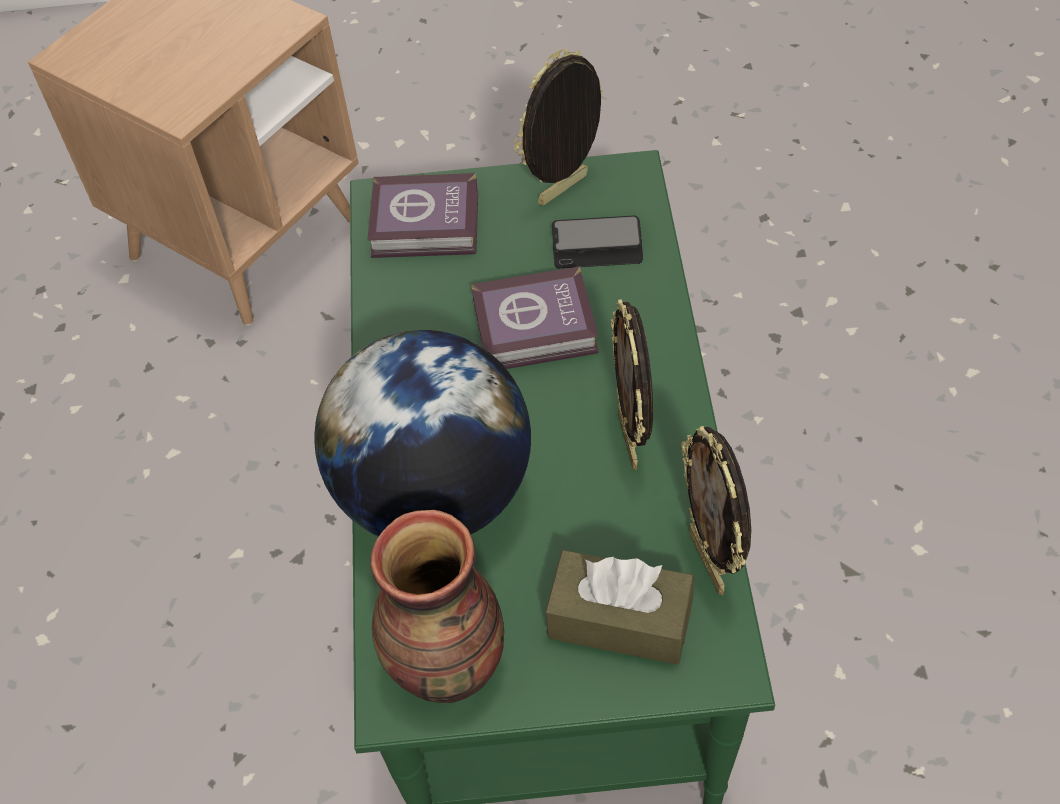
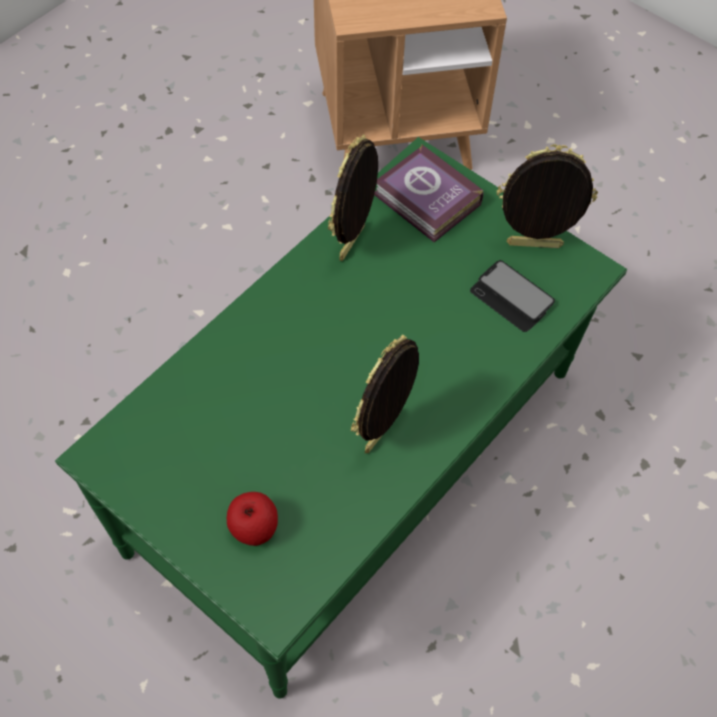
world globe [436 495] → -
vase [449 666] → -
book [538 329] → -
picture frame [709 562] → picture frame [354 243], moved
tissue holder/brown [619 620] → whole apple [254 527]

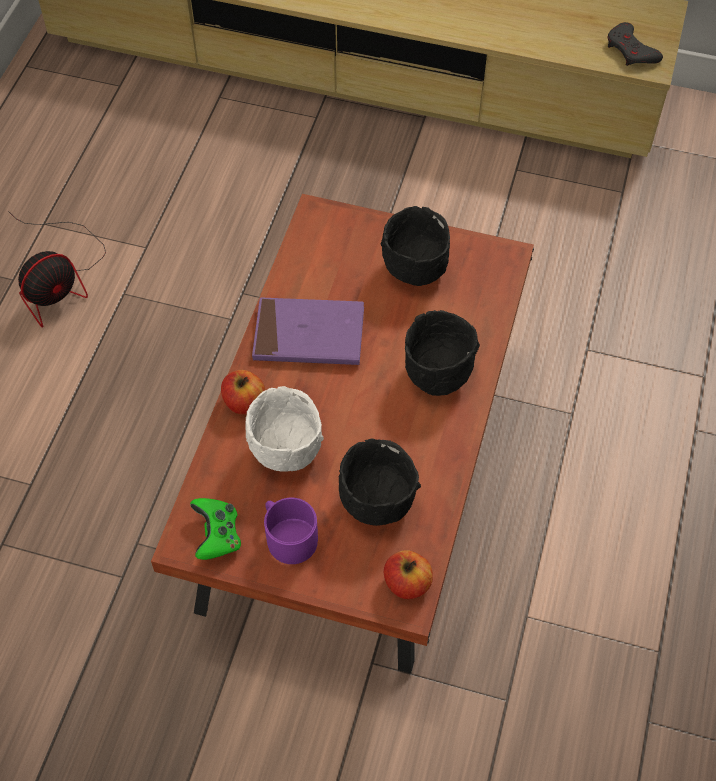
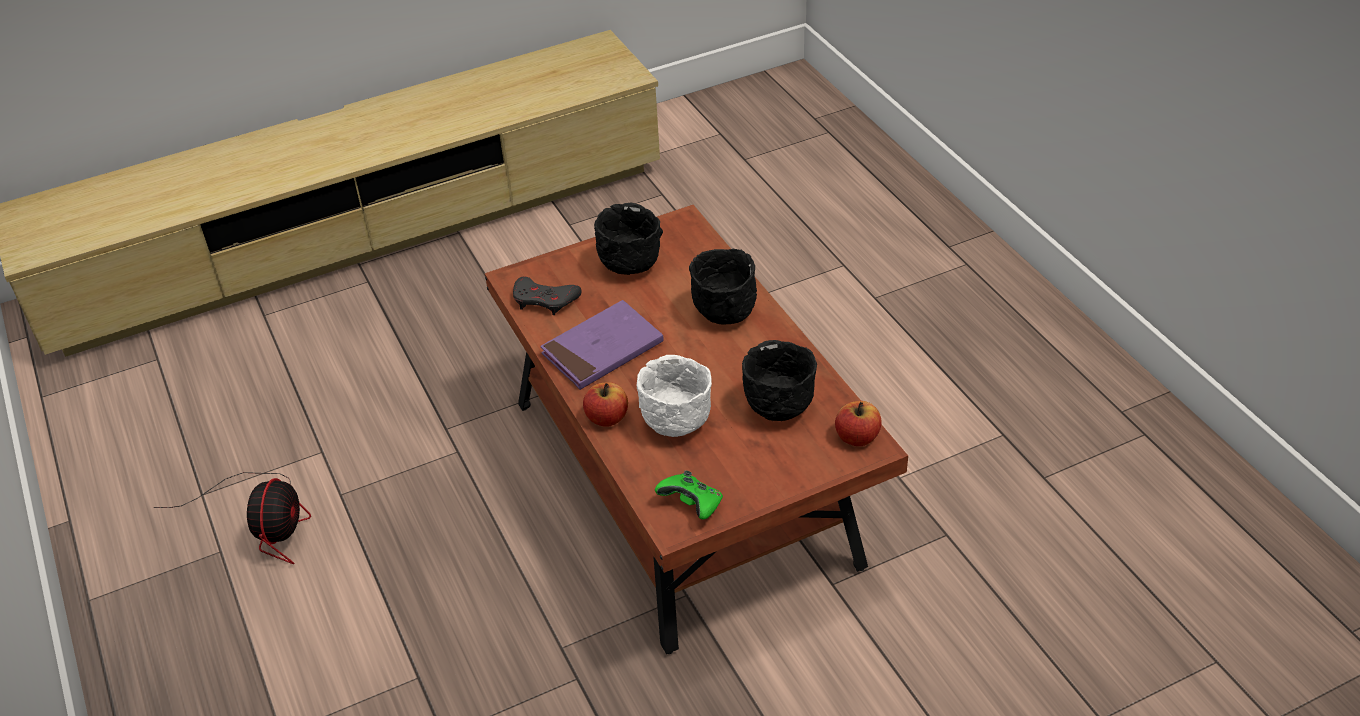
mug/purple [288 536] → -
gamepad/greyish [631 50] → gamepad/greyish [545 300], moved

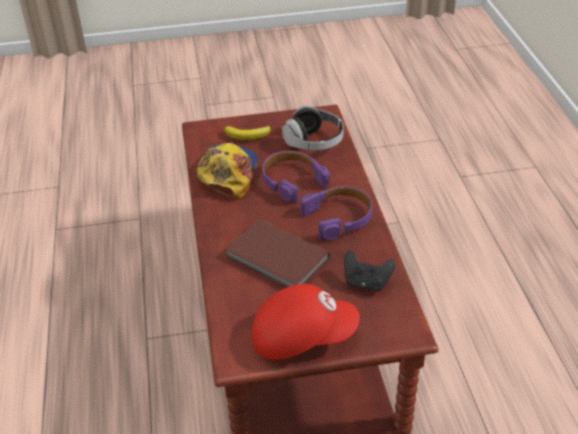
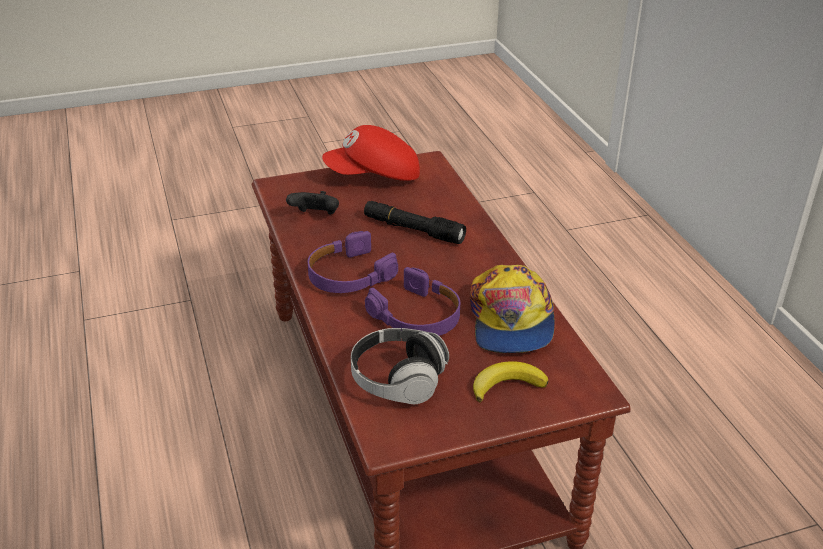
book/brown [277 259] → torch/black [413 230]

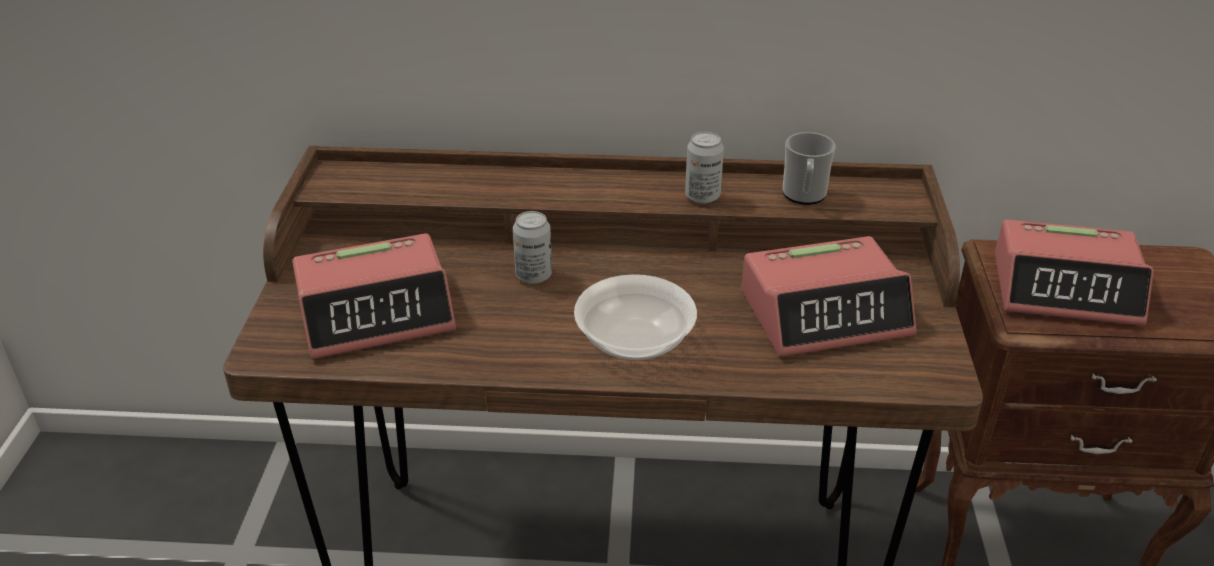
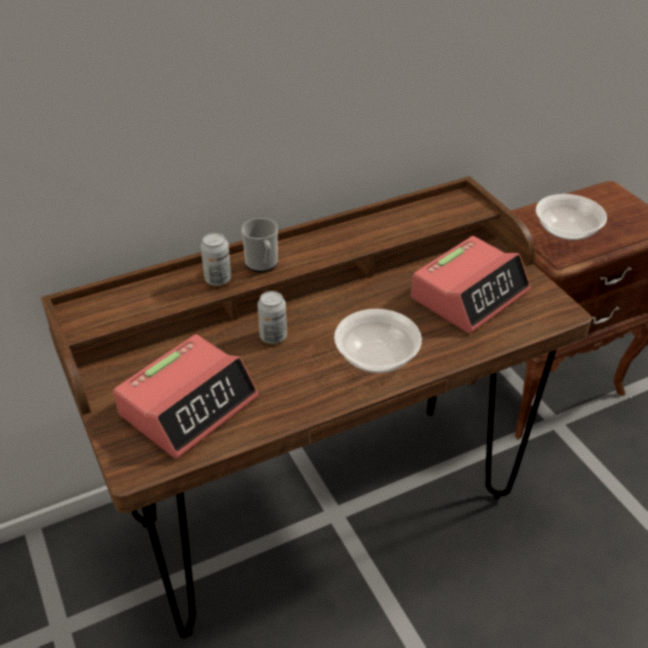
metal can [702 196] → metal can [218 279], moved
mug [804 196] → mug [263 265], moved
bedside clock [1066 289] → deep dish [567 230]

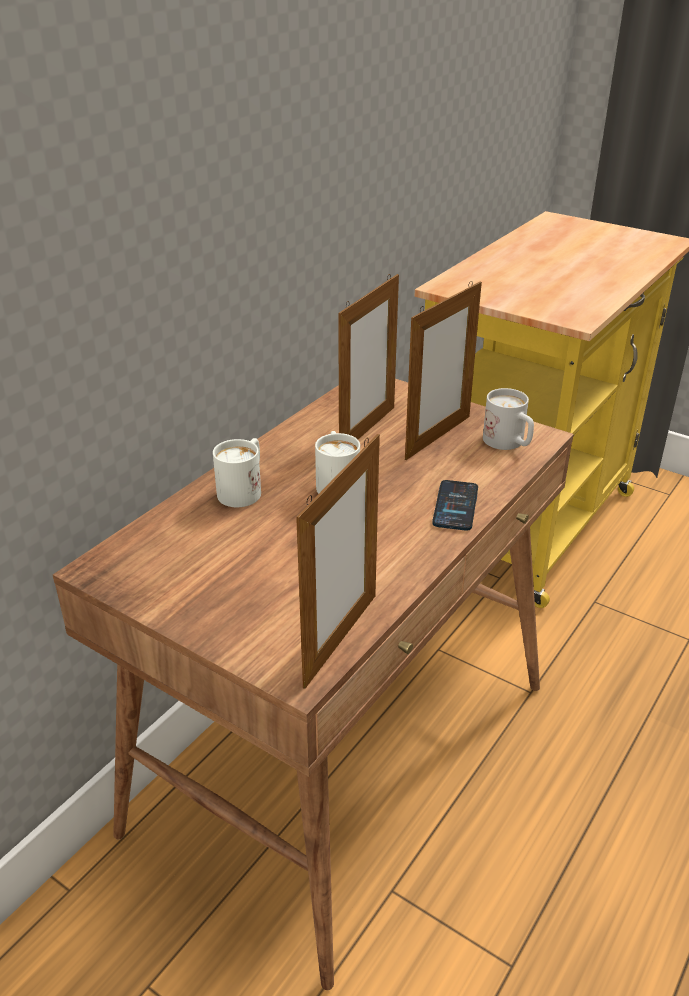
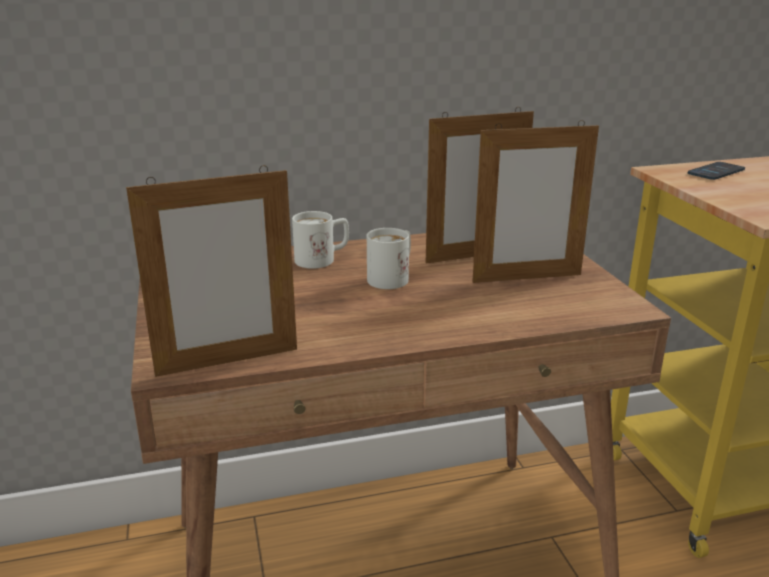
mug/white-coloured [509 444] → -
telephone [455 506] → telephone [716 172], moved

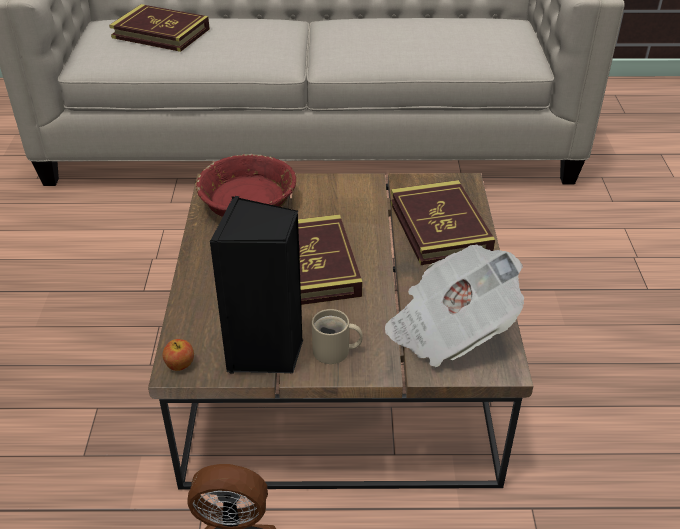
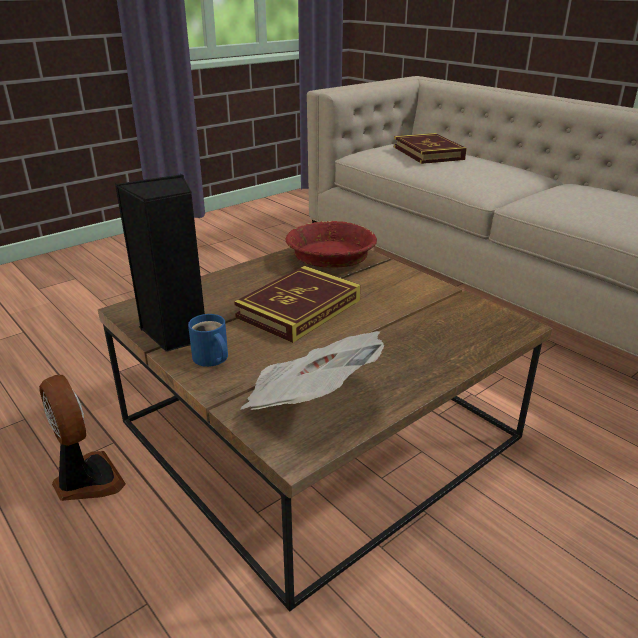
whole apple [180 364] → -
book [439 227] → -
mug/beige [334 352] → mug/bluish [211 359]

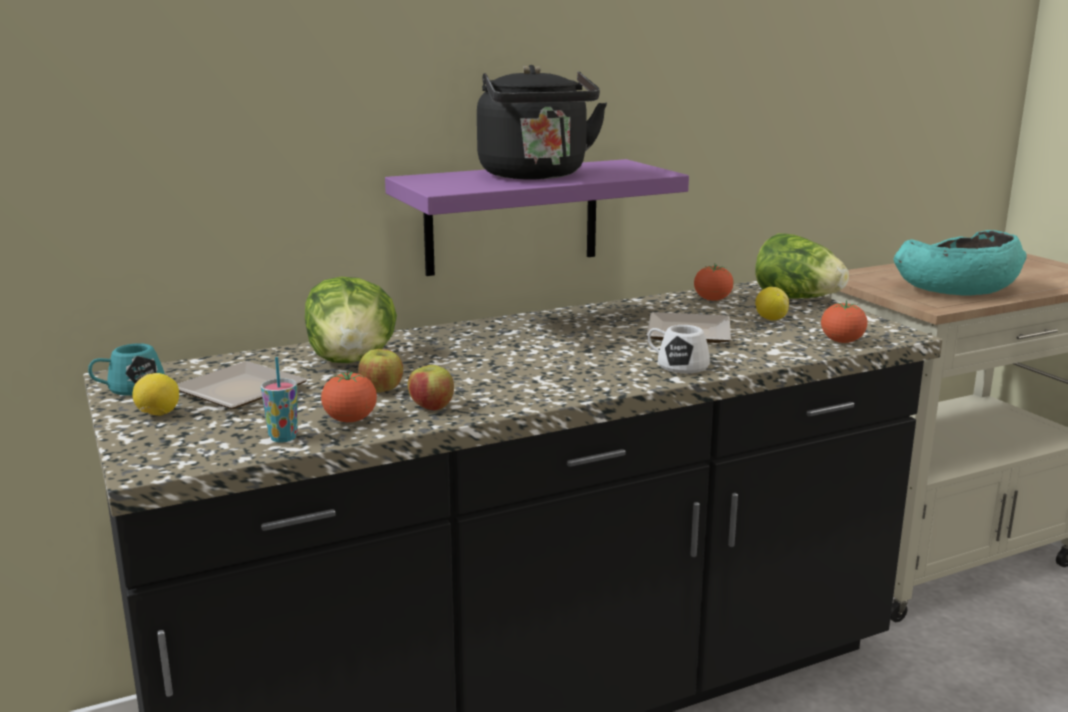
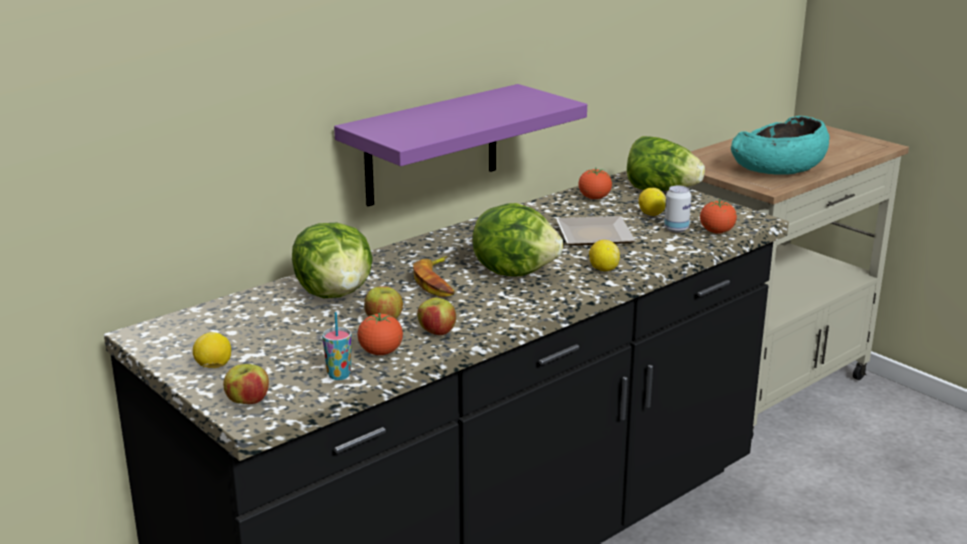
mug/blue-green [129 389] → -
plate [241 390] → -
kettle/black [535 176] → -
- → whole apple [248 402]
- → banana fruit [438 282]
- → head of lettuce [515 271]
- → metal can [676 229]
mug/white-coloured [676 365] → lemon [603 269]

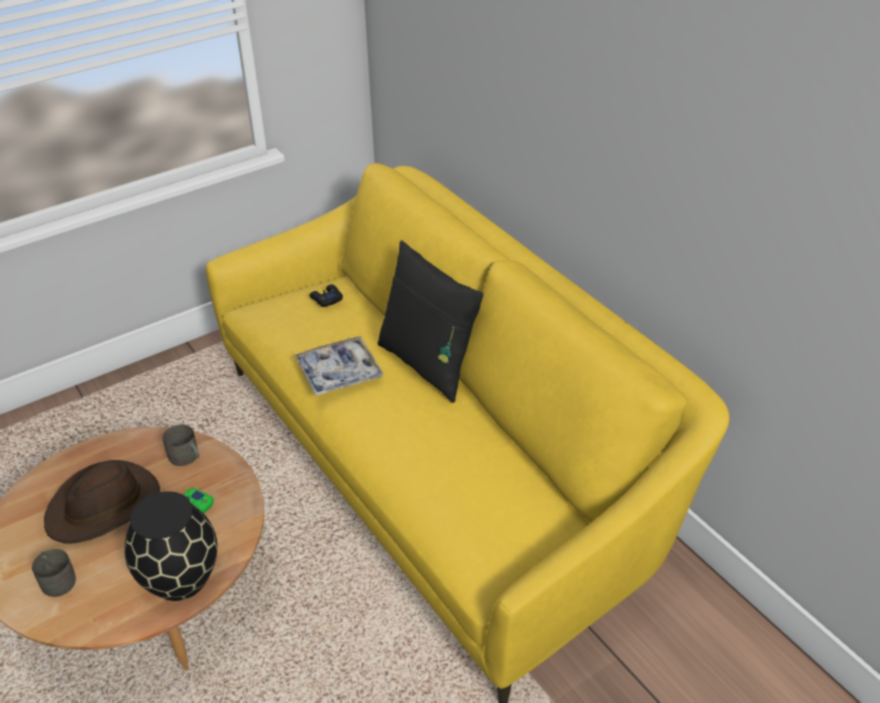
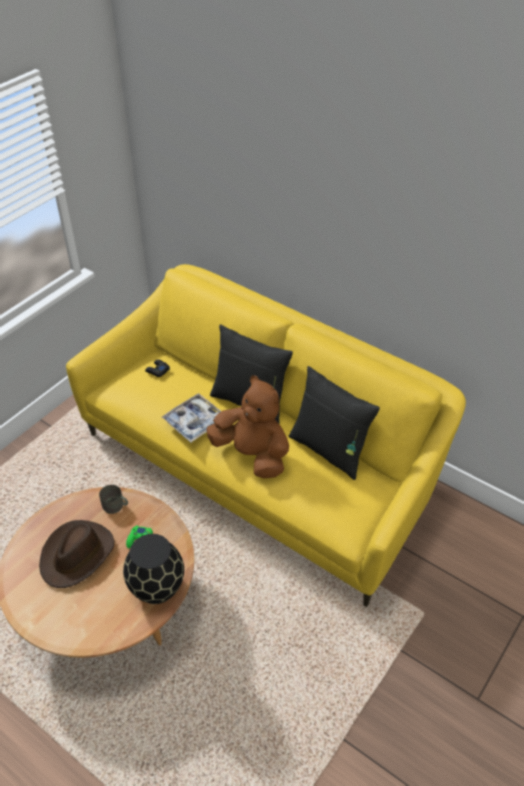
mug/greyish [57 580] → -
- → cuddly toy/brown [252 454]
- → pillow/black [328 450]

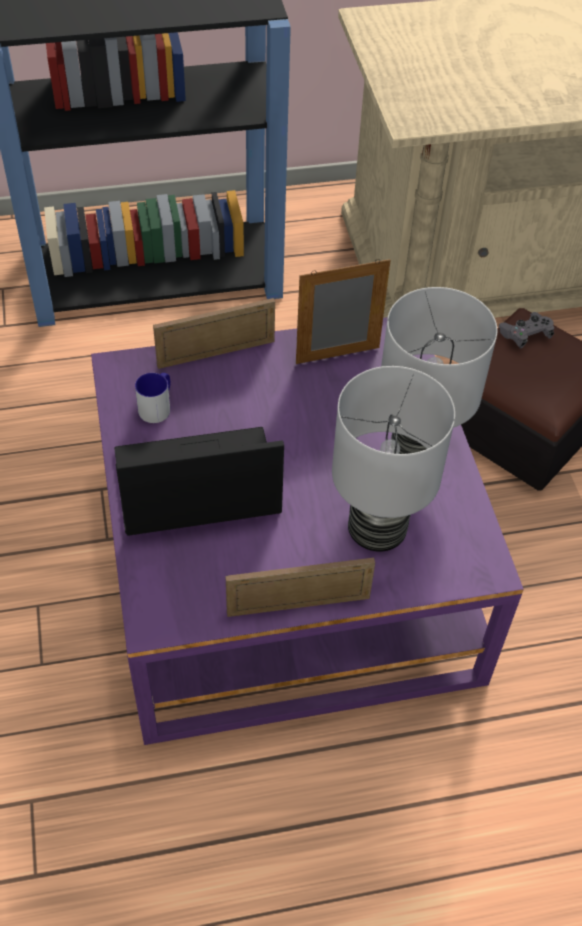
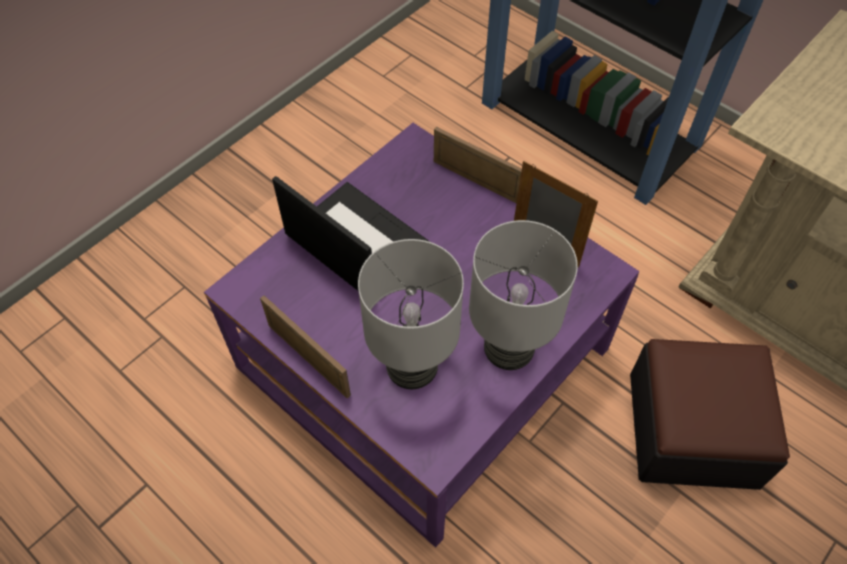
mug [157 406] → -
gamepad/greyish [525 335] → -

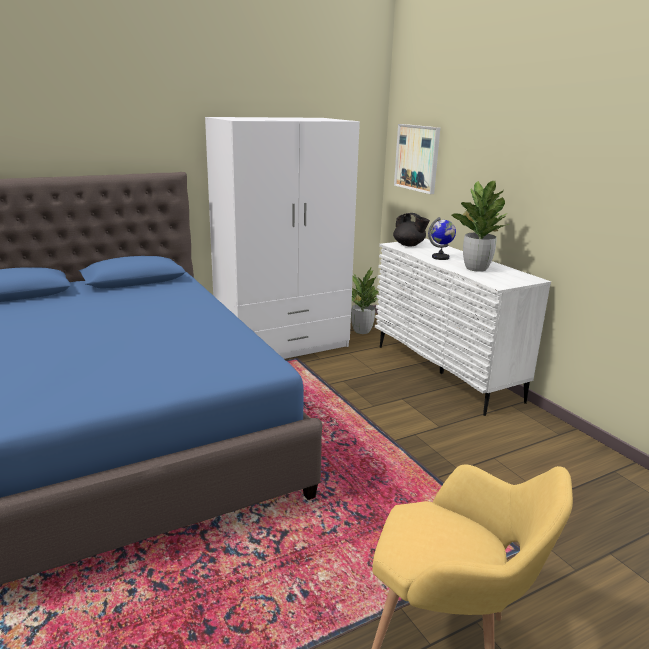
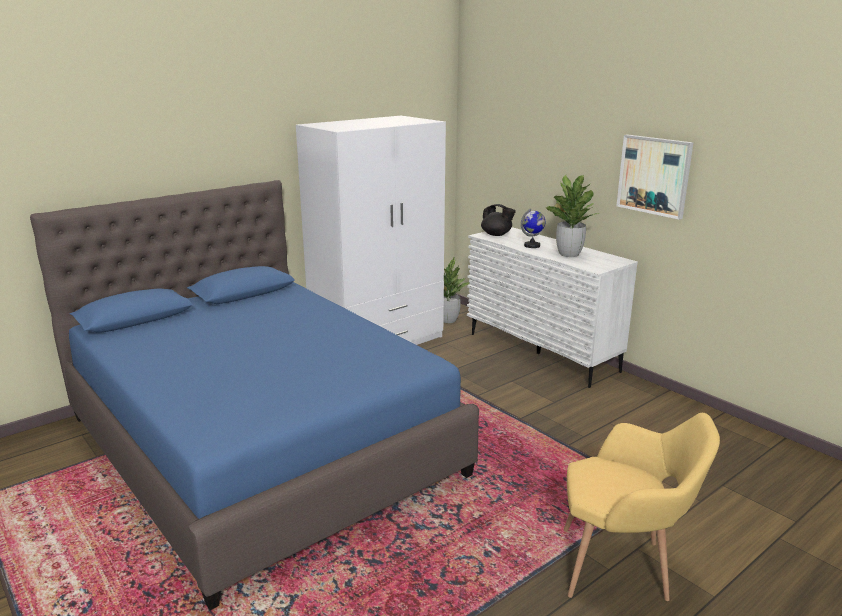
wall art [417 158] → wall art [654 175], moved

